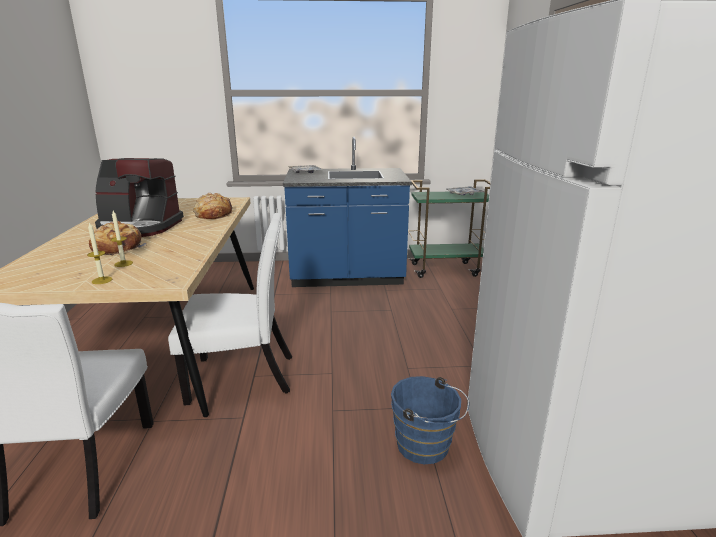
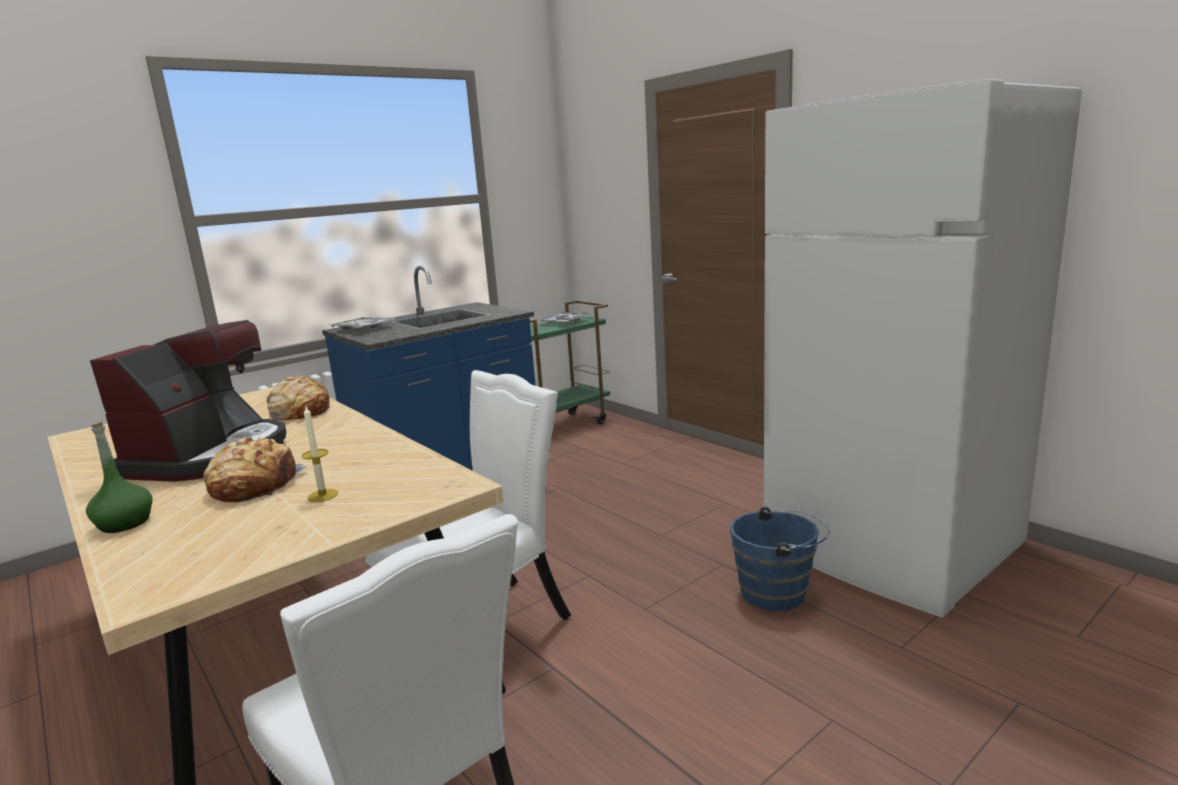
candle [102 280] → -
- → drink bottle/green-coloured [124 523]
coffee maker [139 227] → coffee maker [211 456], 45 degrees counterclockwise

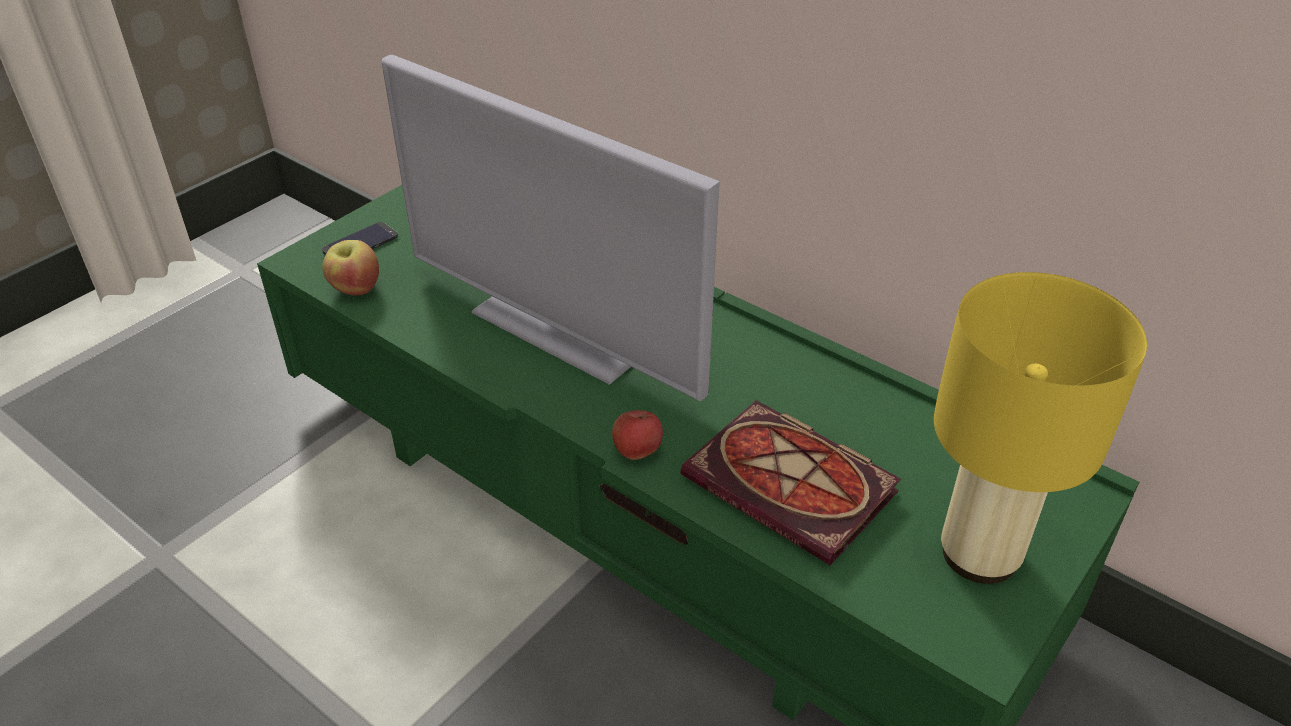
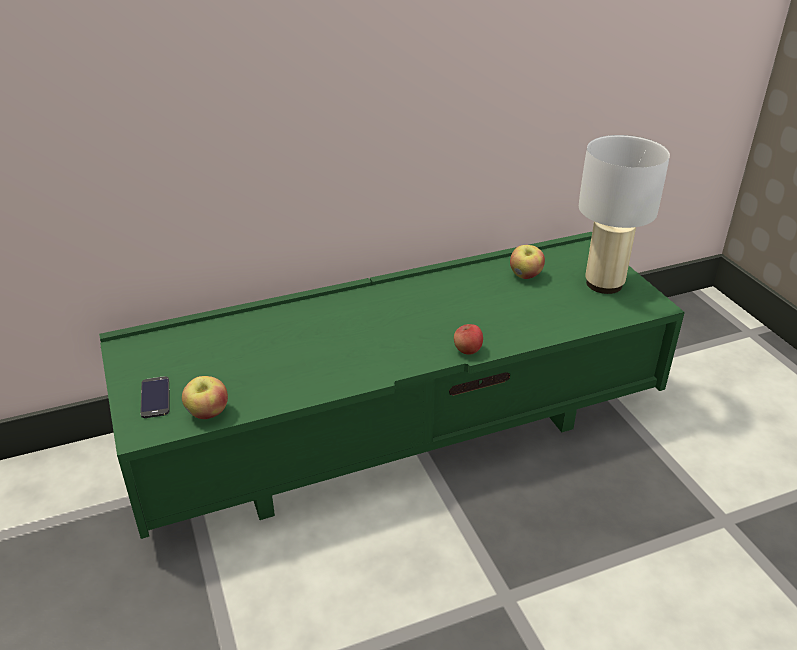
TV set [559 330] → -
book [795 485] → -
- → whole apple [525 275]
lamp for a table/yellowish [981 553] → lamp for a table/white-coloured [604 283]

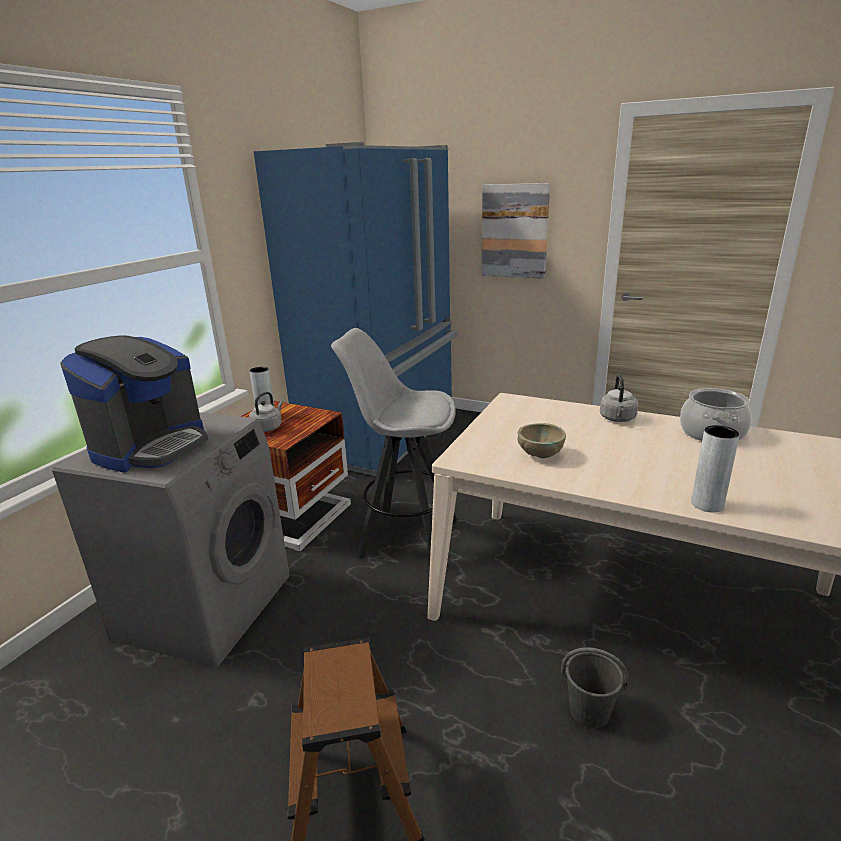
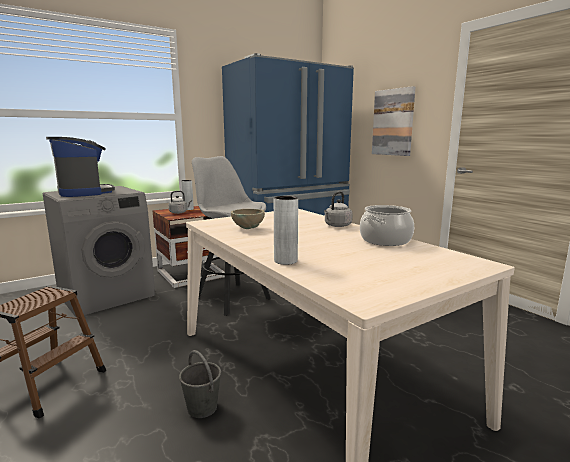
coffee maker [151 447] → coffee maker [84 192], 90 degrees counterclockwise

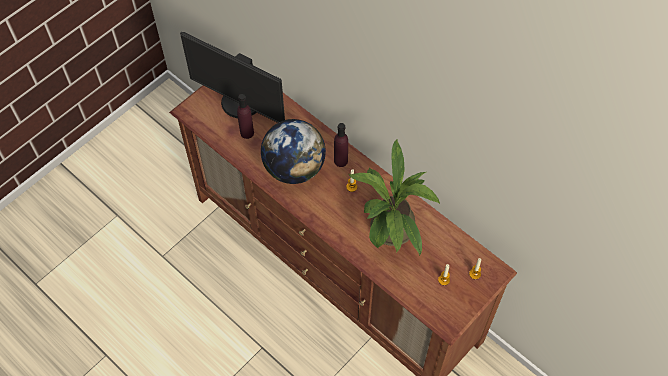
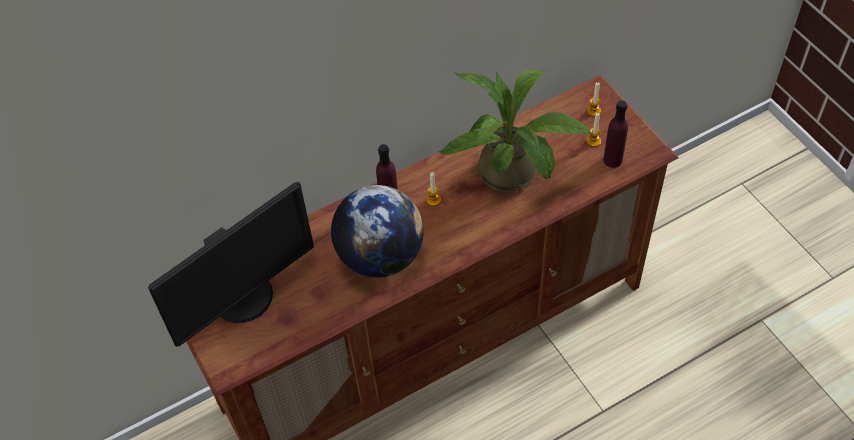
drink bottle/purple [247 133] → drink bottle/purple [612 160], moved

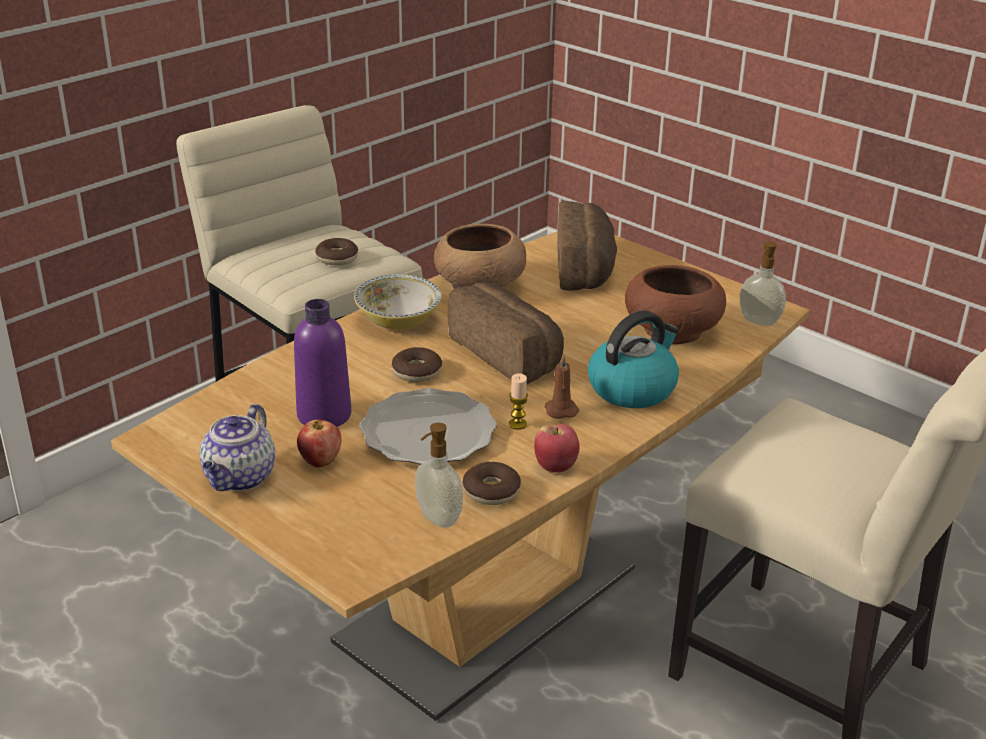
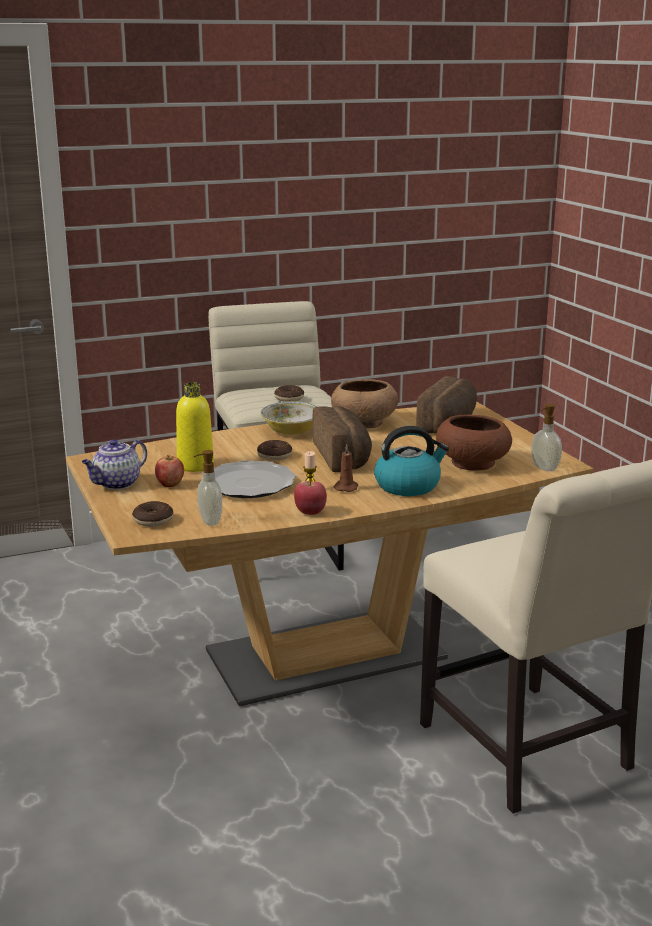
ring doughnut [491 491] → ring doughnut [153 520], moved
drink bottle/purple [324 415] → drink bottle/yellowish [195 466]

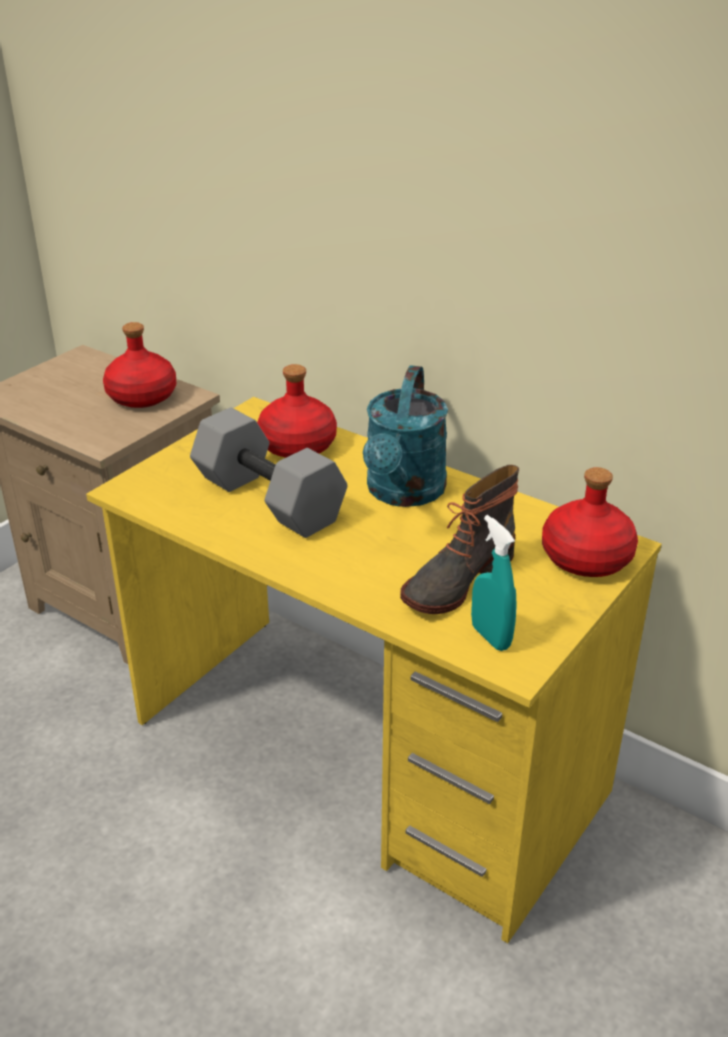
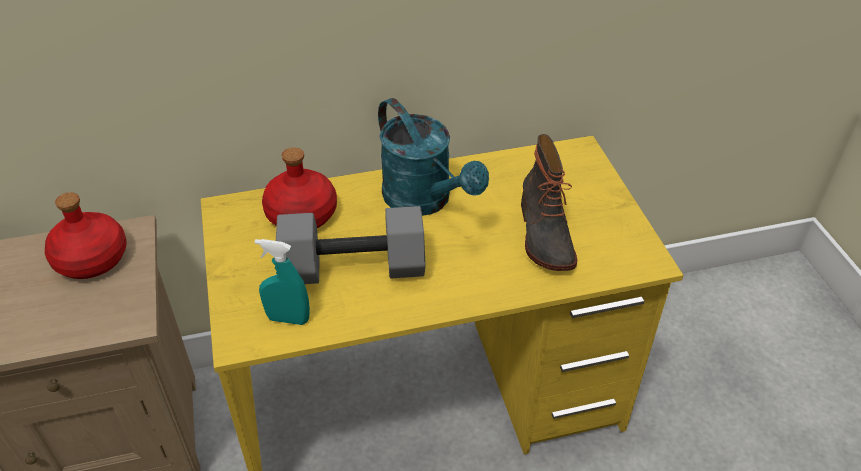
drink bottle/red [587 558] → -
hand sprayer/blue-green [490 637] → hand sprayer/blue-green [288 319], moved

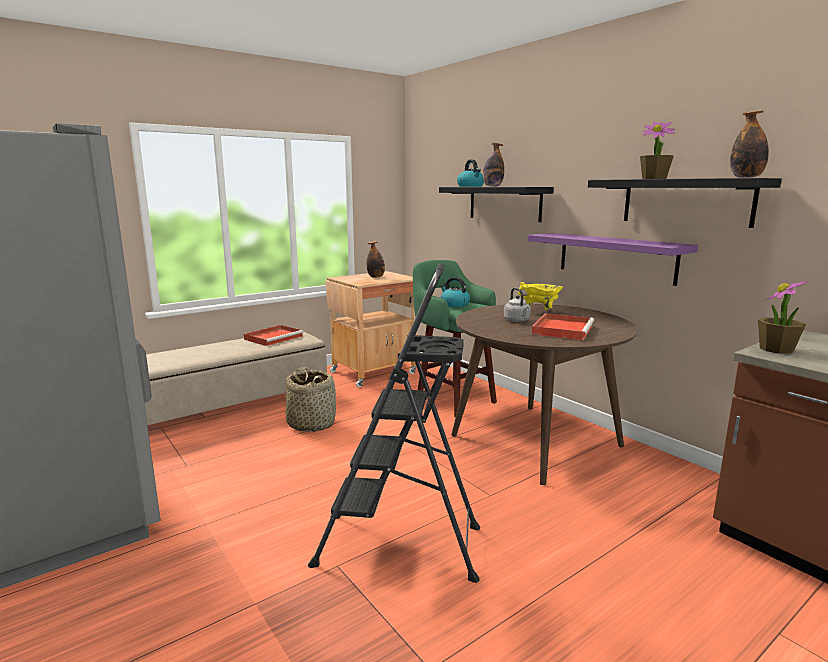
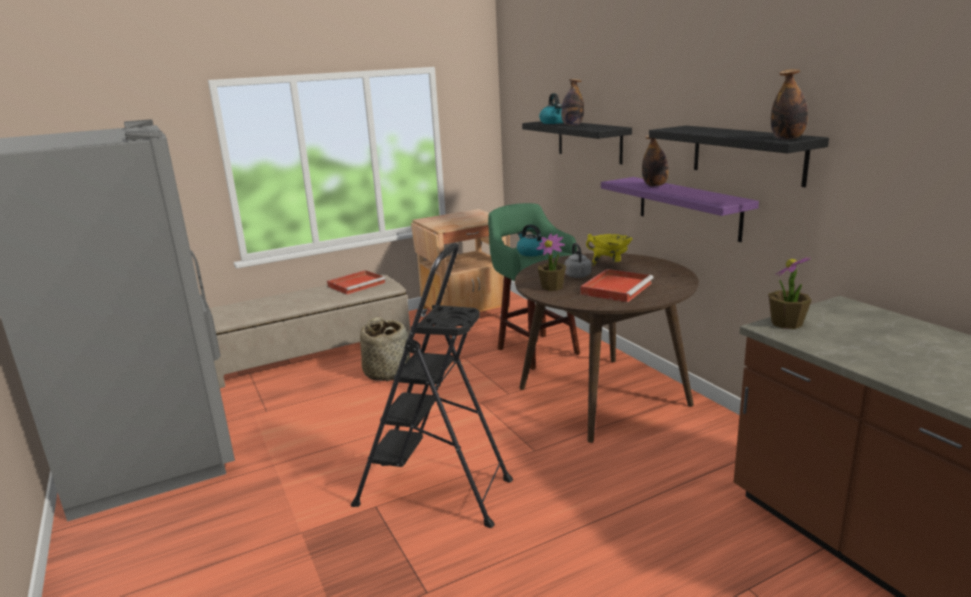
drink bottle [376 277] → drink bottle [655 185], moved
houseplant [654 179] → houseplant [552 287], moved

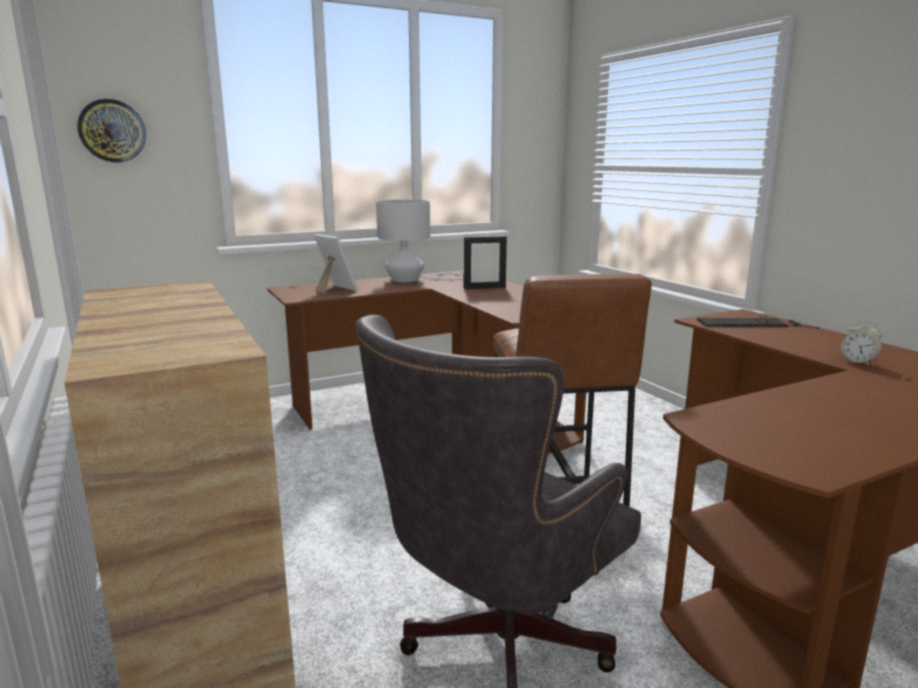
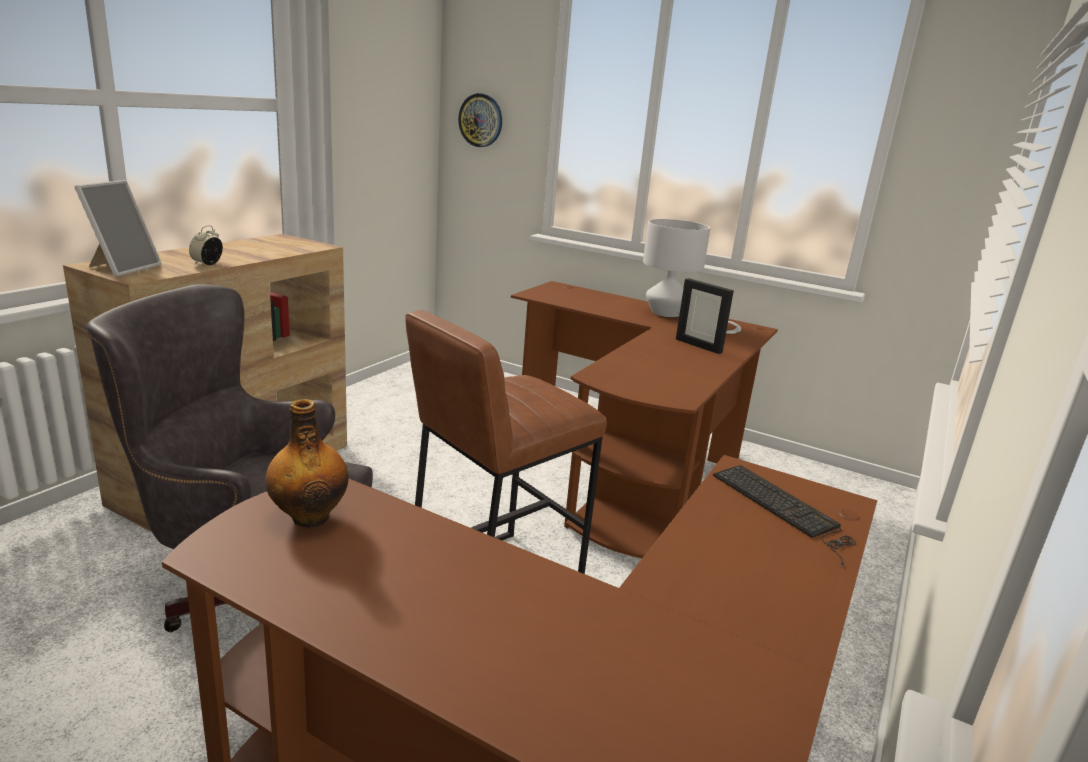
- → drink bottle [310 516]
picture frame [334 289] → picture frame [122 268], moved
bedside clock [858 362] → bedside clock [207 264], moved

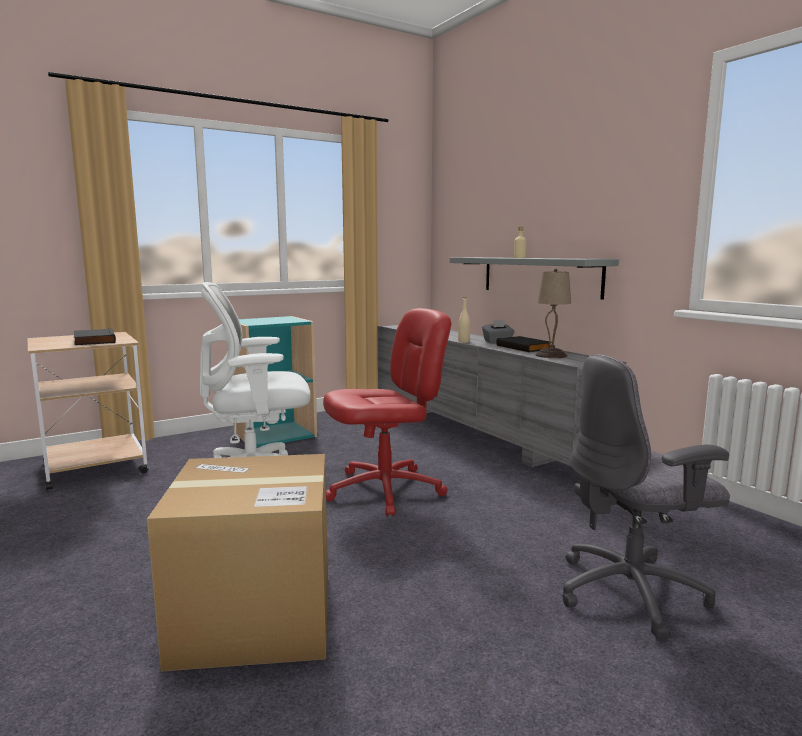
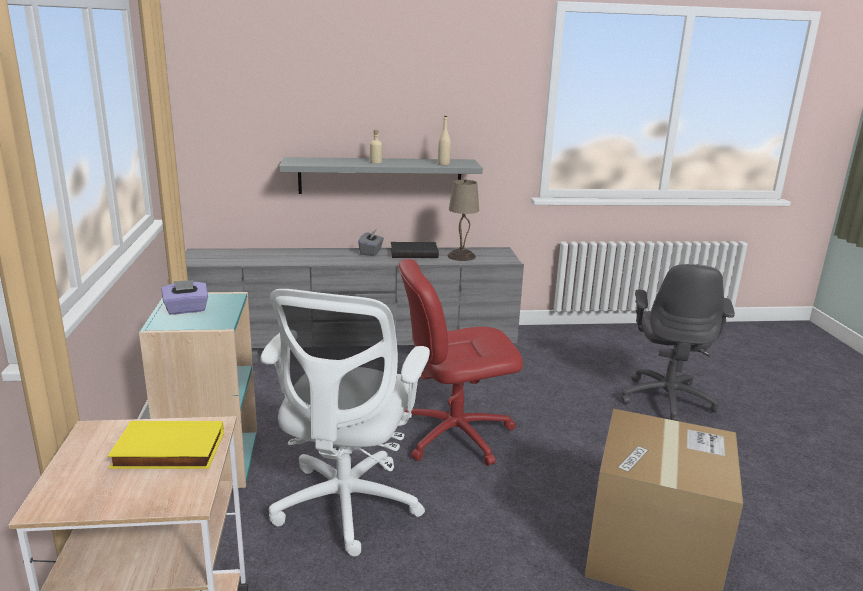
- → tissue holder/purple [186 310]
drink bottle/beige [463 342] → drink bottle/beige [443 164], moved
book/black [93 340] → book/yellowish [167 452]
computer chair/red [385 490] → computer chair/red [454 434], 105 degrees counterclockwise

